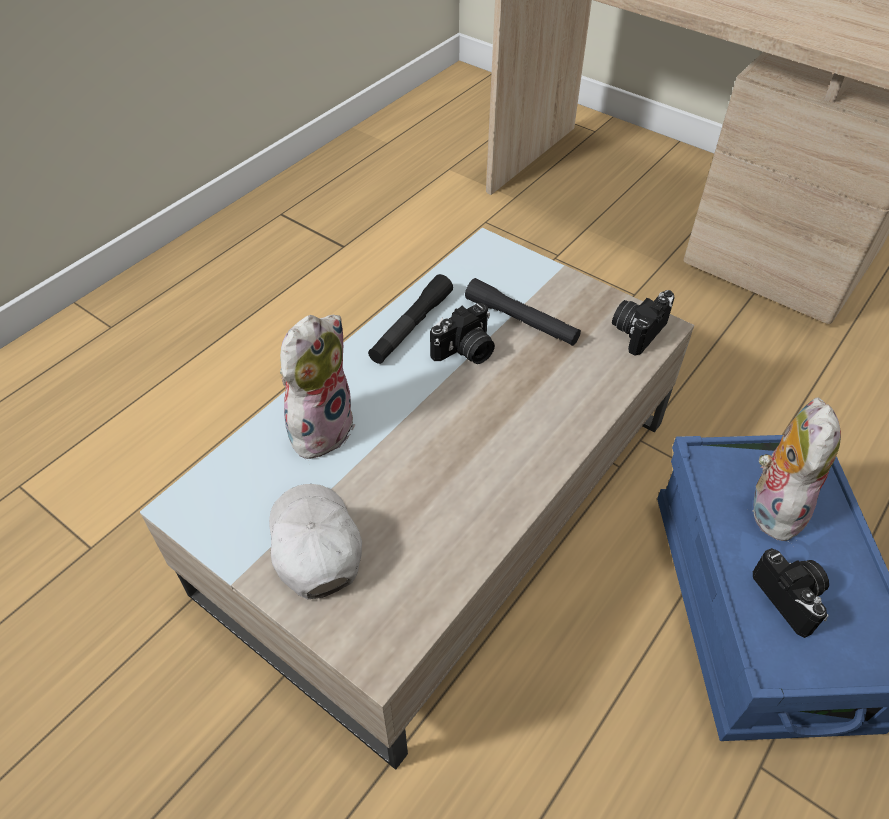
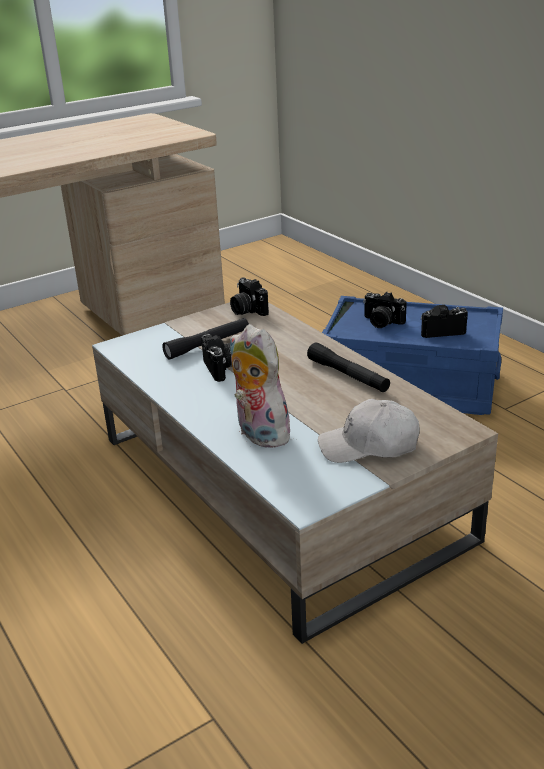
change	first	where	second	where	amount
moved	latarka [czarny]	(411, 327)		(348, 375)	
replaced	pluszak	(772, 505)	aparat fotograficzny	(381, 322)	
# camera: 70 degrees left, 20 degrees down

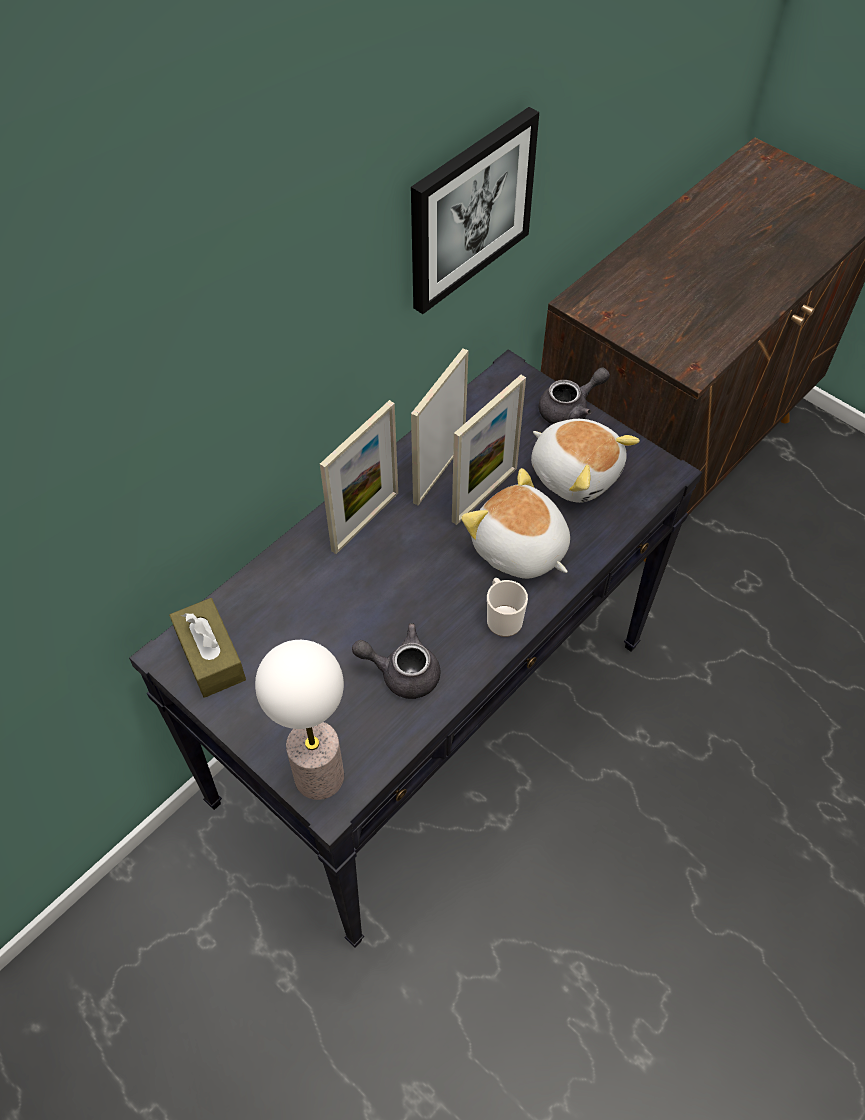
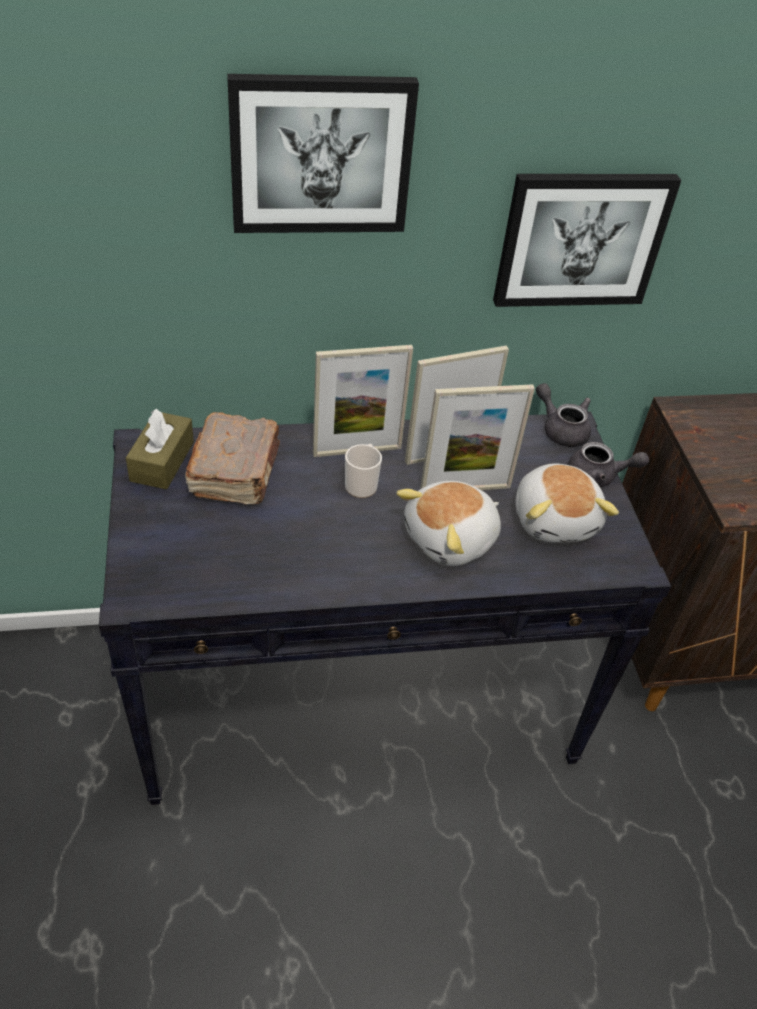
change	first	where	second	where	amount
removed	lampa stołowa	(319, 777)			
added			książka [brązowy]	(236, 472)	
added			obraz	(320, 154)	
moved	imbryk [szary]	(402, 672)		(561, 429)	
moved	kubek	(502, 618)		(362, 484)	
turned	pluszak	(519, 549)		(451, 539)	120 degrees counterclockwise
# camera: 35 degrees right, 10 degrees down

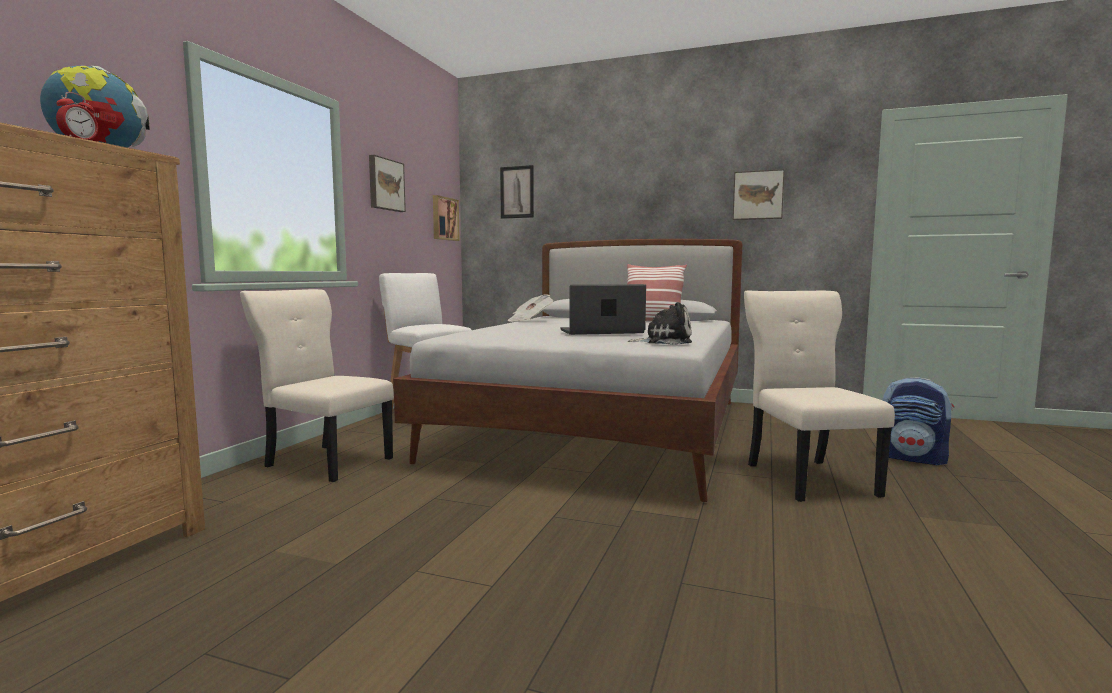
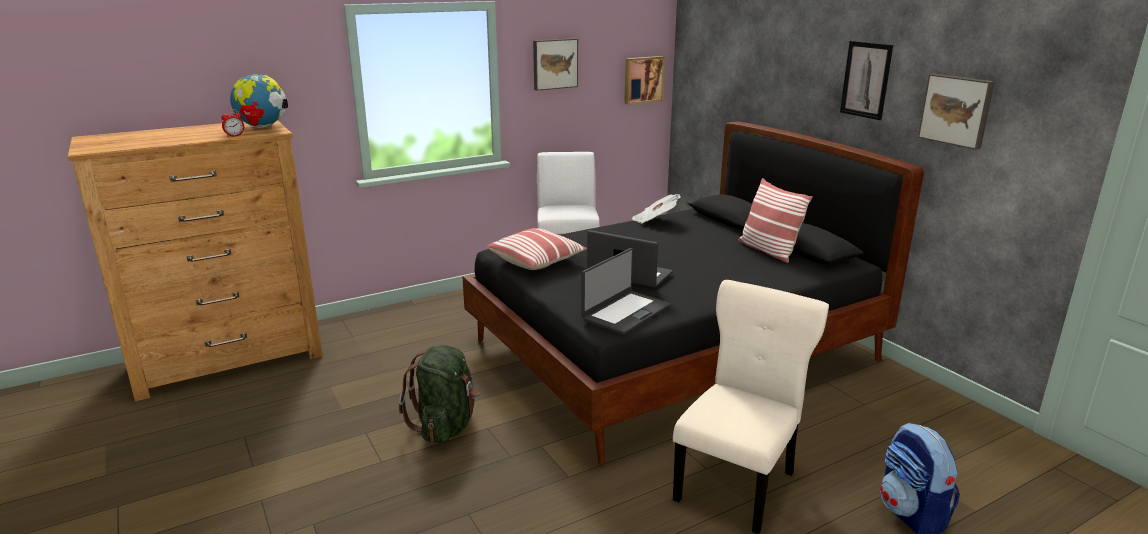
change	first	where	second	where	amount
removed	krzesło [beżowy]	(326, 462)			
added			plecak [zielony]	(445, 426)	
added			poduszka	(537, 261)	
moved	obraz	(517, 192)		(866, 80)	
replaced	pluszak	(664, 341)	laptop	(625, 312)	
recoloured	łóżko [biały]	(601, 429)	łóżko [czarny]	(673, 352)	
# camera: 40 degrees right, 15 degrees up

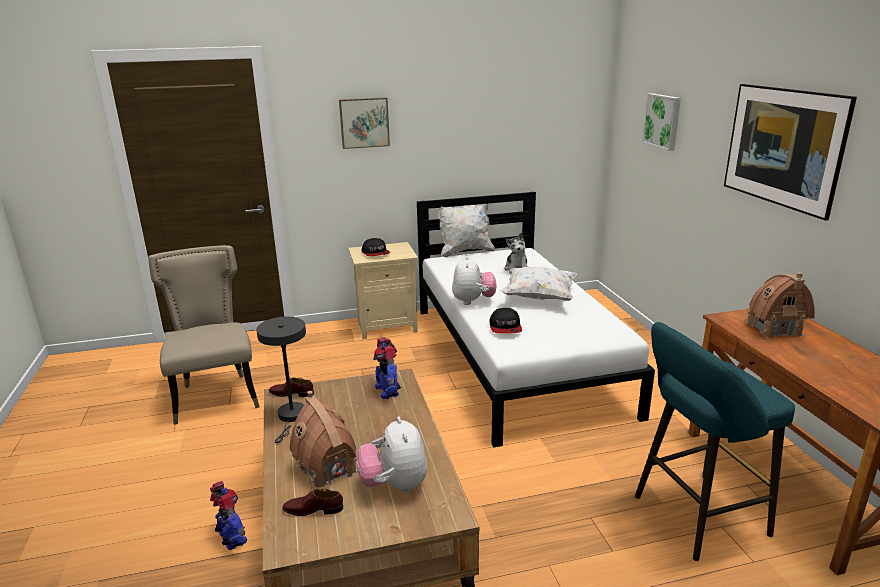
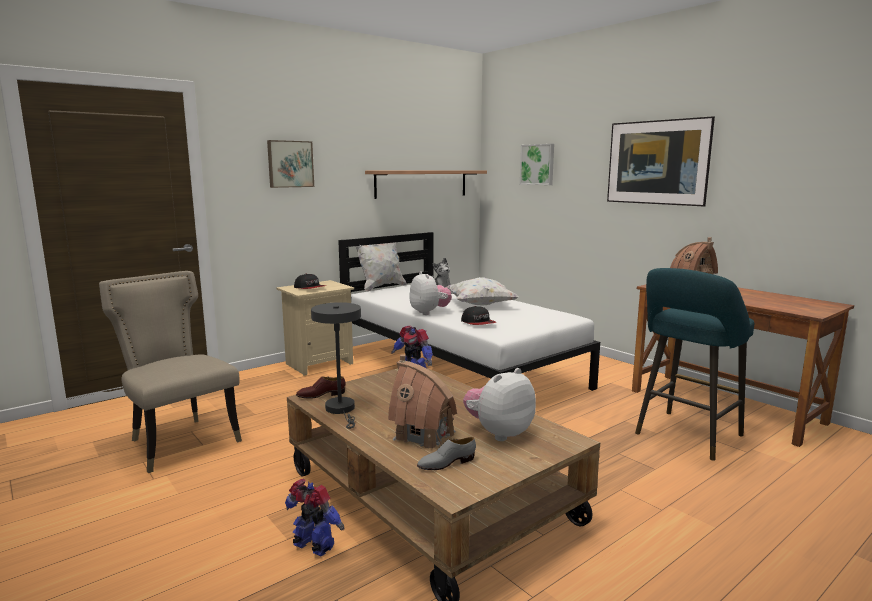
change	first	where	second	where	amount
added			półka	(422, 183)	
recoloured	but [brązowy]	(313, 509)	but [szary]	(446, 463)	
turned	pluszak	(394, 485)		(499, 433)	90 degrees clockwise
# camera: 25 degrees left, 10 degrees down

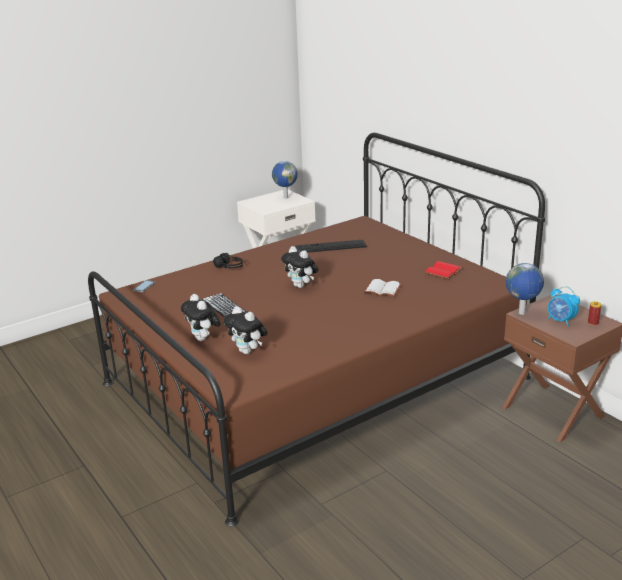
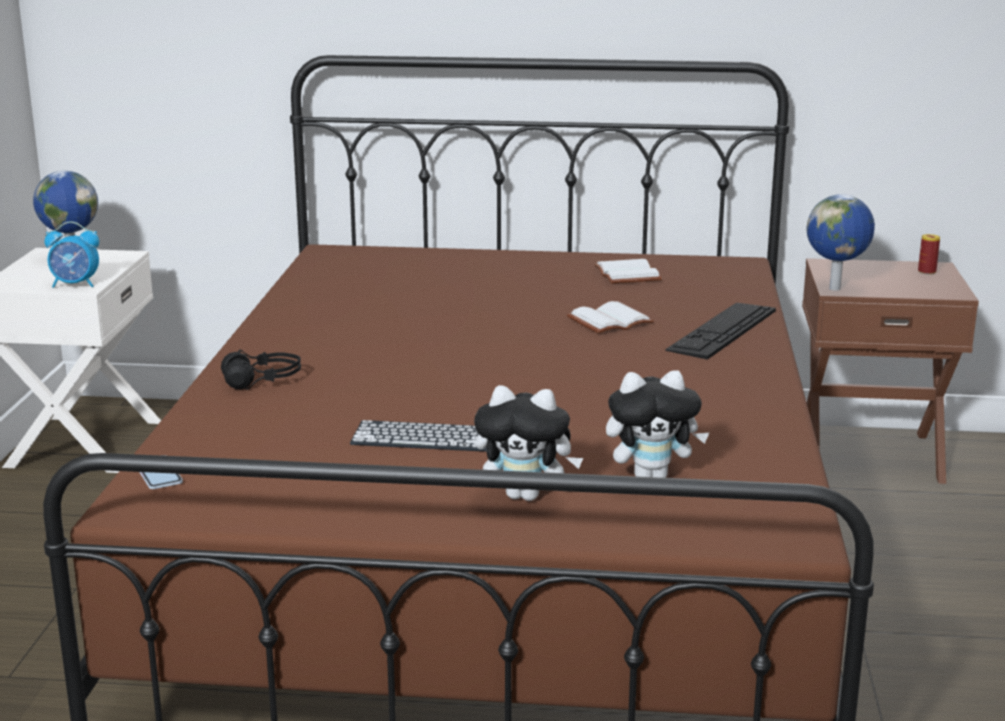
change	first	where	second	where	amount
removed	pluszak	(301, 286)			
moved	klawiatura	(330, 246)		(722, 330)	
moved	budzik	(561, 321)		(75, 285)	
recoloured	książka [czerwony]	(444, 272)	książka [biały]	(629, 274)	
# camera: 50 degrees left, 5 degrees down

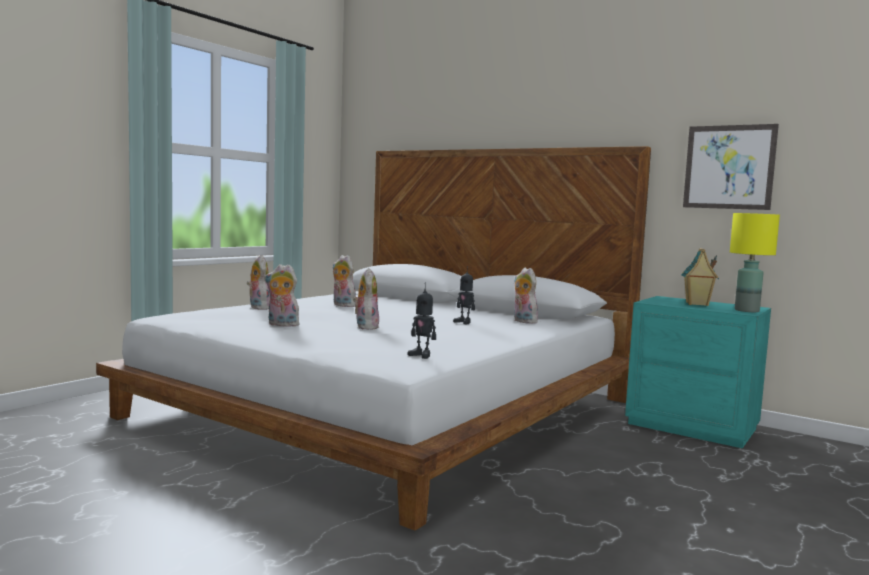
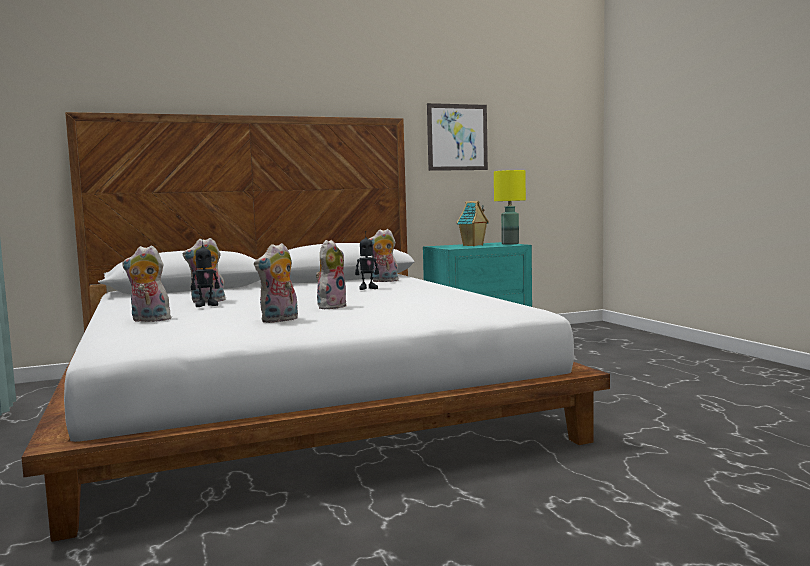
change	first	where	second	where	amount
moved	robot zabawkowy	(421, 355)		(206, 305)	
turned	pluszak	(365, 327)		(331, 306)	90 degrees clockwise
# camera: 55 degrees left, 0 degrees up

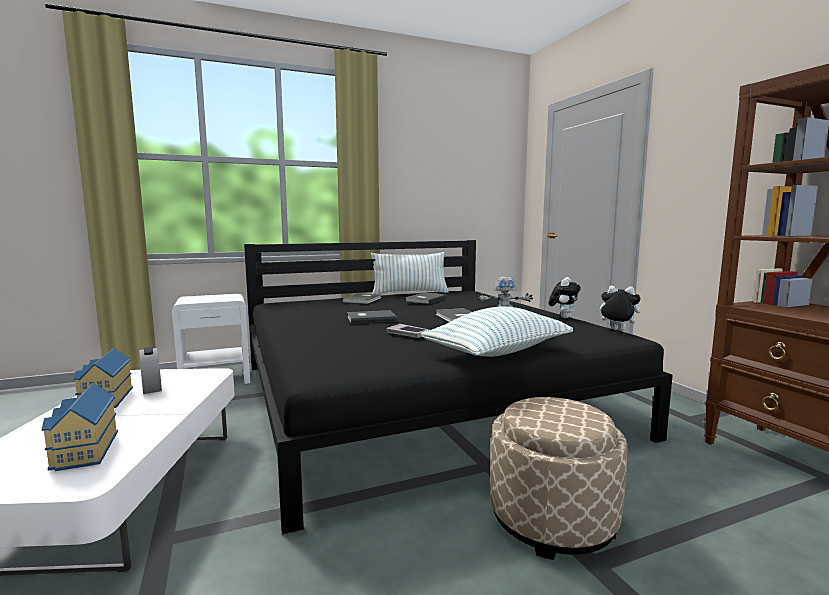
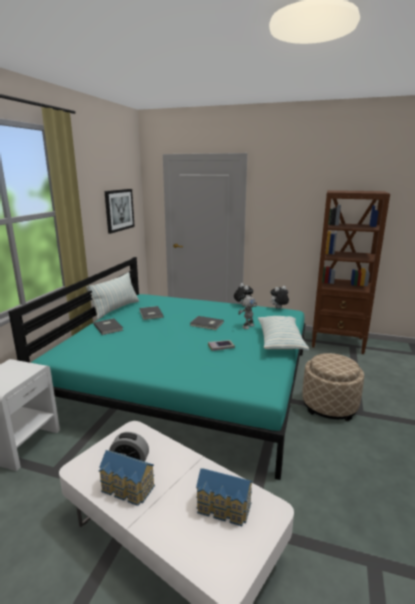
change	first	where	second	where	amount
removed	książka [szary]	(370, 318)			
added			obraz	(119, 210)	
recoloured	łóżko [czarny]	(419, 397)	łóżko [turkusowy]	(186, 380)	
# camera: 50 degrees left, 10 degrees up

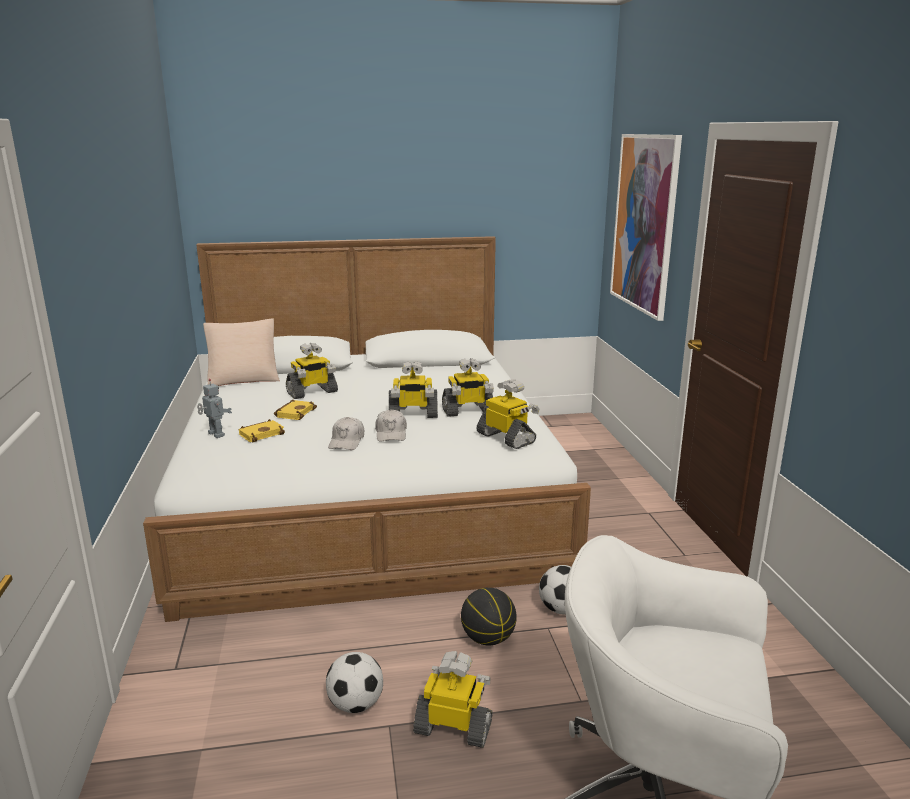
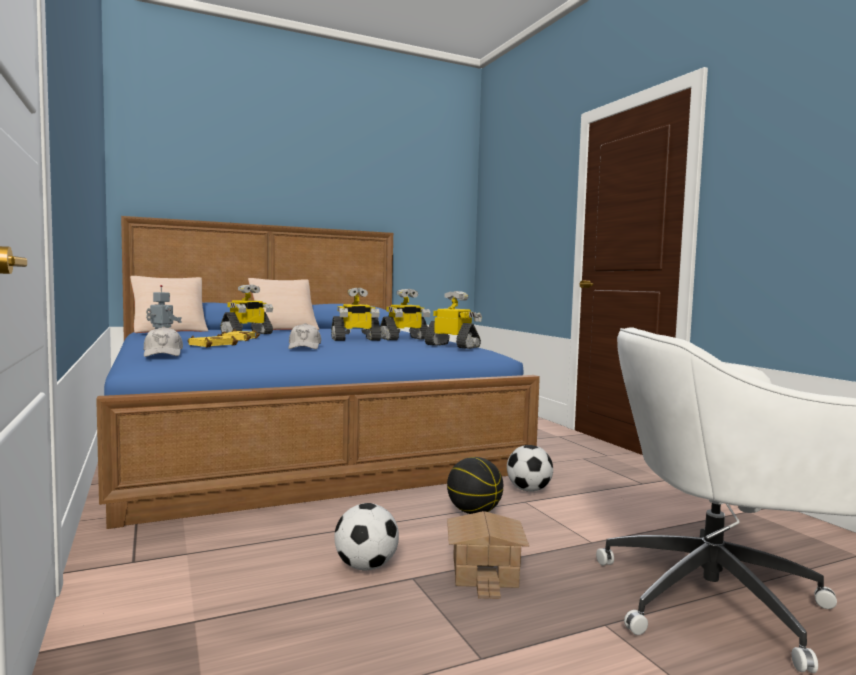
change	first	where	second	where	amount
removed	obraz	(644, 223)			
added			poduszka [beżowy]	(283, 329)	
moved	czapka z daszkiem [biały]	(391, 433)		(163, 354)	
replaced	robot zabawkowy	(454, 727)	domek	(482, 571)	
recoloured	łóżko [biały]	(367, 494)	łóżko [niebieski]	(298, 438)	
# camera: 15 degrees left, 15 degrees down

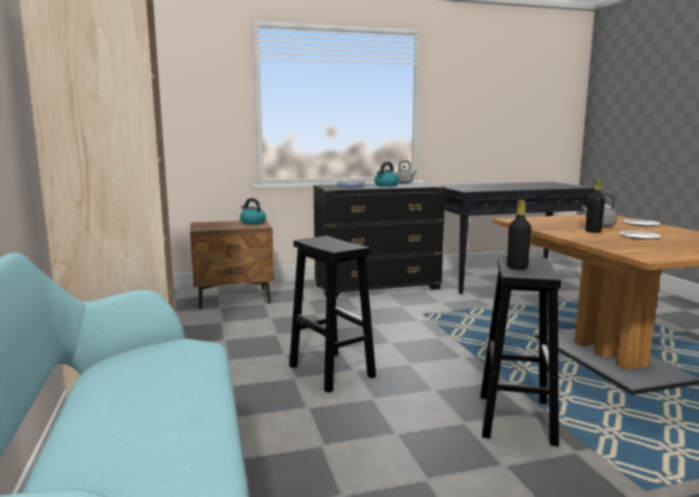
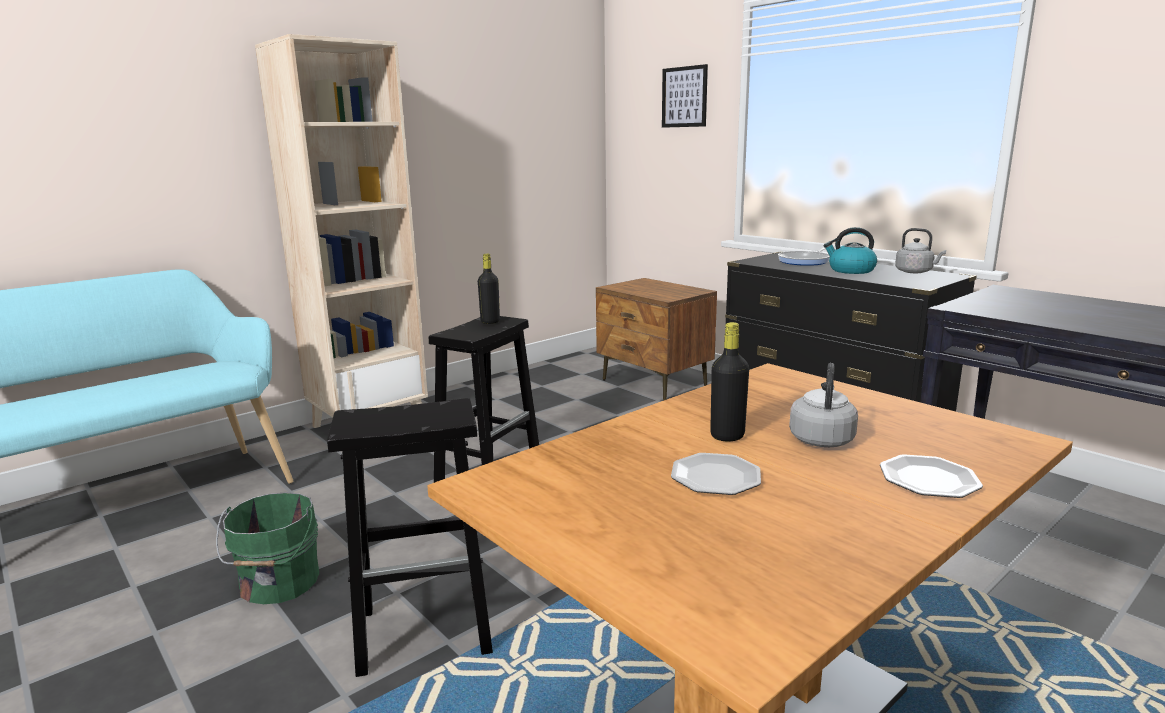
change	first	where	second	where	amount
removed	czajnik	(252, 222)			
added			wiadro [zielony]	(278, 584)	
added			obraz	(684, 97)	
moved	butelka [czarny]	(517, 268)		(490, 322)	
# camera: 65 degrees right, 5 degrees up

